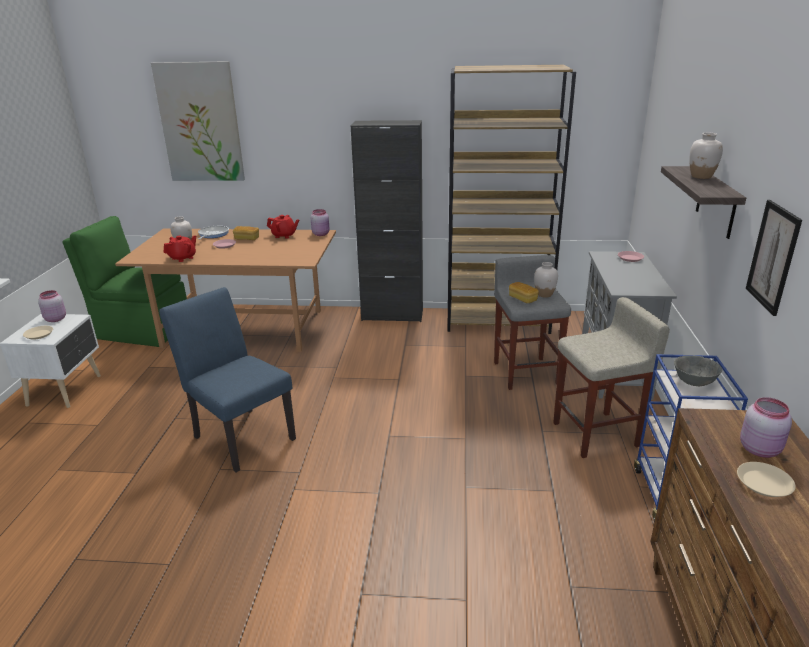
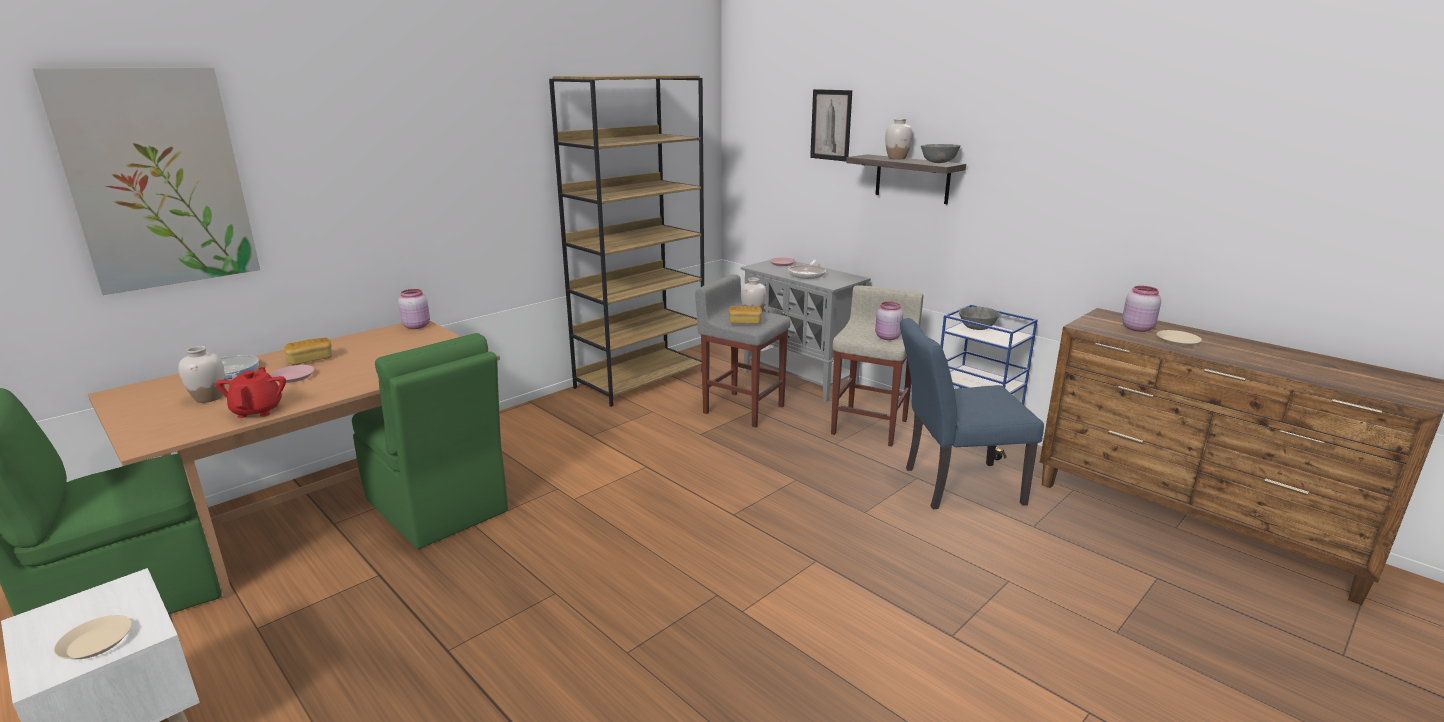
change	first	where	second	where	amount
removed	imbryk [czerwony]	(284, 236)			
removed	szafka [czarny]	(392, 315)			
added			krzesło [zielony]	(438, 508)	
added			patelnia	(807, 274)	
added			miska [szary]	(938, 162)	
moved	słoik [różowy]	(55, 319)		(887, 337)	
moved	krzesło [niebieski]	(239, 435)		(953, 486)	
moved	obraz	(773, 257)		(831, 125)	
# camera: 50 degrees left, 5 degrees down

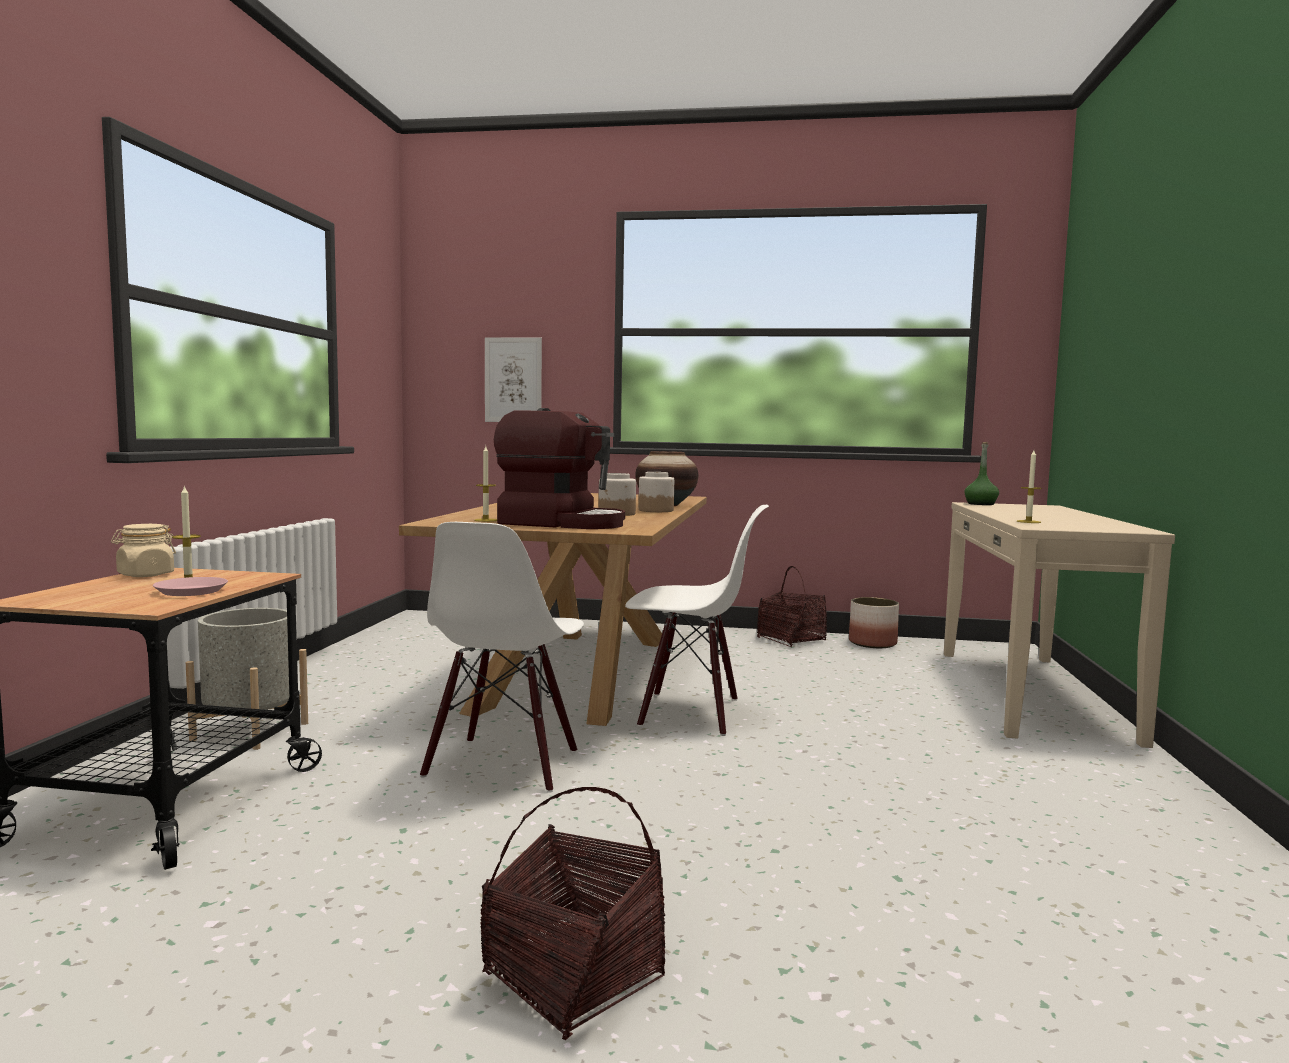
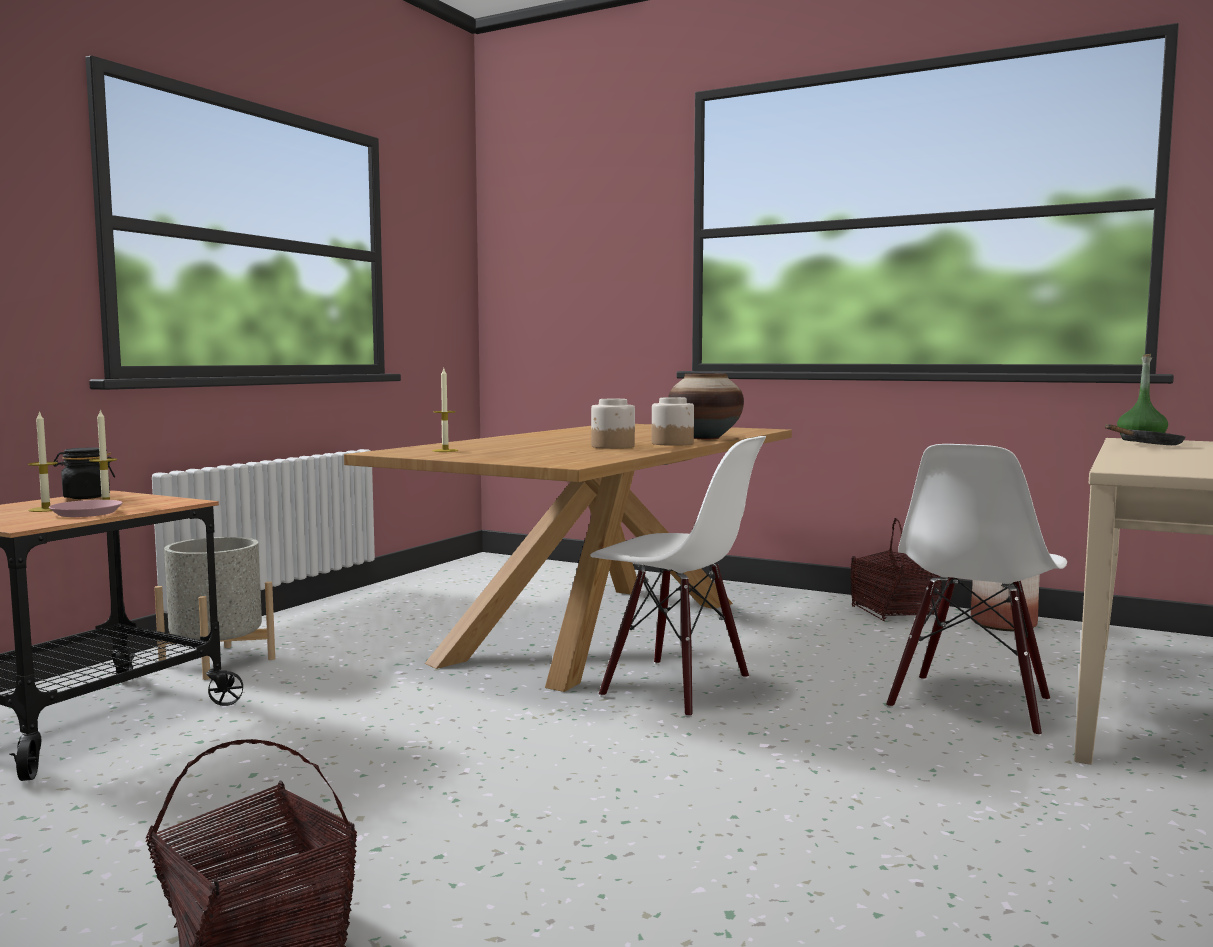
change	first	where	second	where	amount
removed	obraz	(513, 380)			
removed	ekspres do kawy	(562, 523)			
added			patelnia [czarny]	(1147, 445)	
moved	krzesło [biały]	(504, 764)		(971, 704)	
moved	świeca	(1028, 522)		(46, 509)	
recoloured	słoik [beżowy]	(145, 575)	słoik [czarny]	(86, 497)	
# camera: 20 degrees right, 0 degrees up

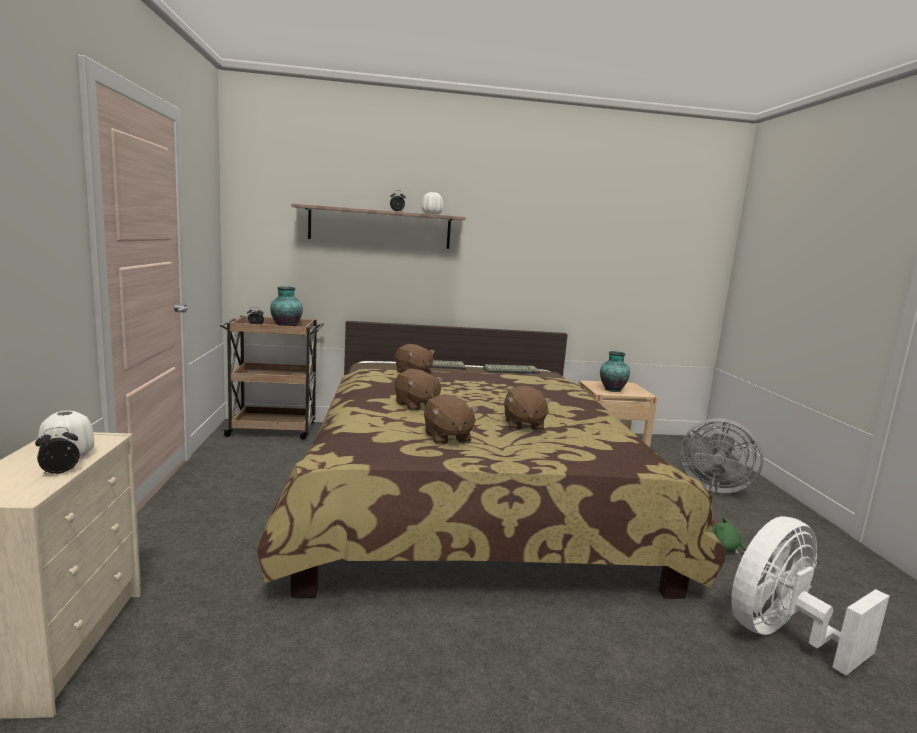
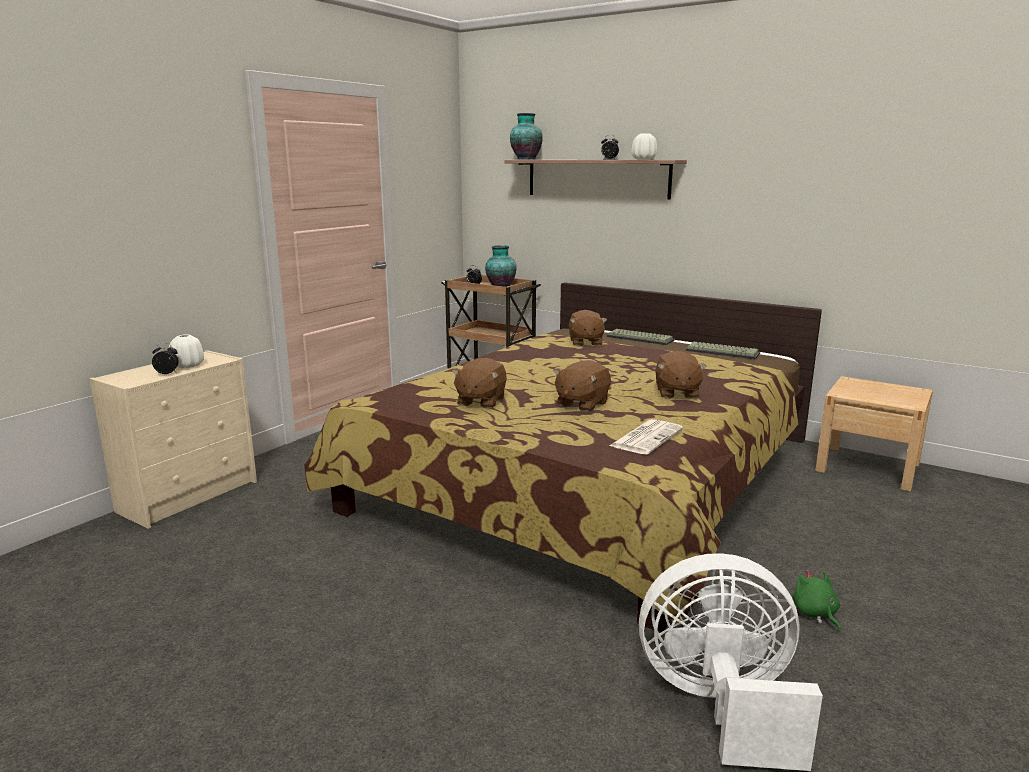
change	first	where	second	where	amount
removed	wentylator [szary]	(712, 486)			
added			gazeta	(646, 437)	
moved	pluszak [brązowy]	(416, 405)		(676, 393)	
moved	wazon	(611, 390)		(525, 159)	
# camera: 40 degrees right, 5 degrees up

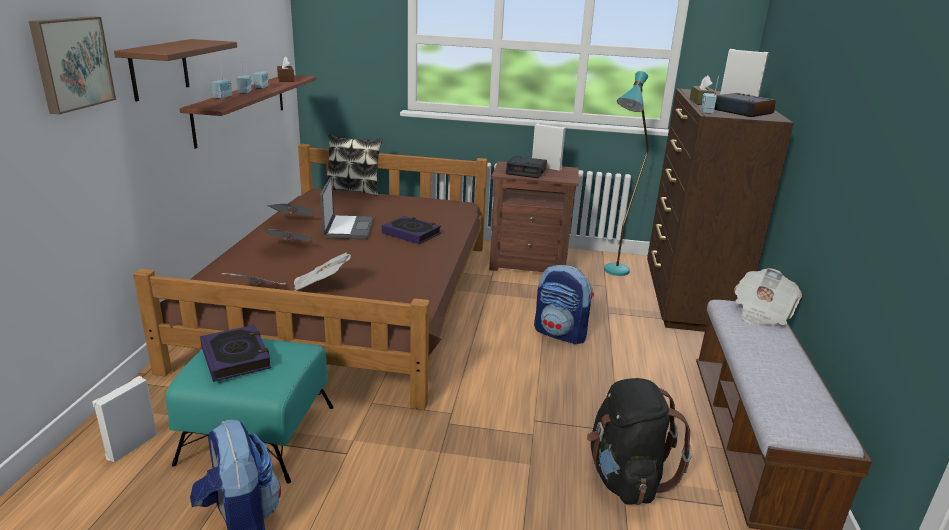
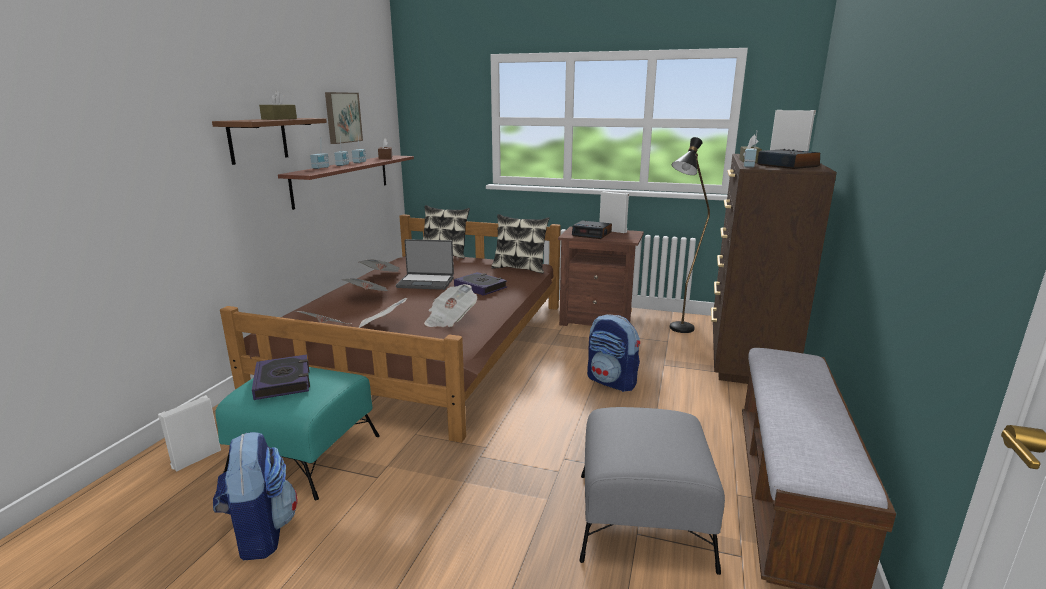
change	first	where	second	where	amount
added			pudełko chusteczek [brązowy]	(279, 119)	
added			poduszka	(520, 268)	
moved	obraz	(71, 63)		(342, 117)	
moved	gazeta	(761, 313)		(450, 320)	
replaced	plecak [czarny]	(625, 478)	pufa [szary]	(642, 520)	
recoloured	lampa stojąca [turkusowy]	(613, 274)	lampa stojąca [czarny]	(677, 331)	
turned	laptop	(347, 228)		(426, 282)	90 degrees clockwise
# camera: 10 degrees right, 5 degrees down

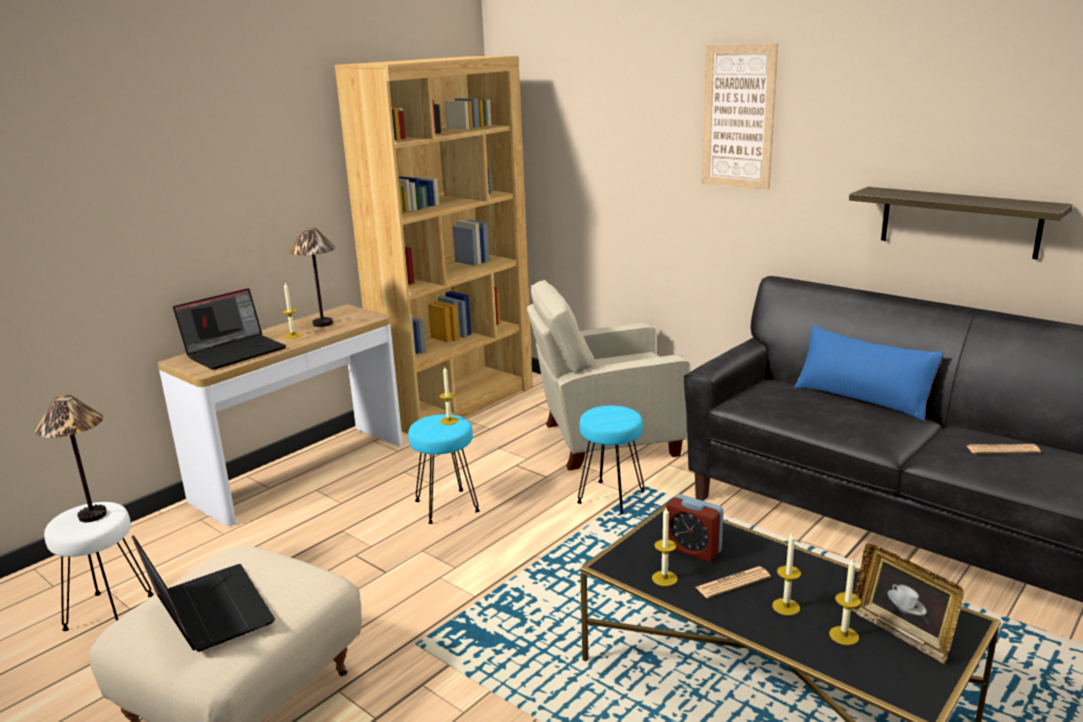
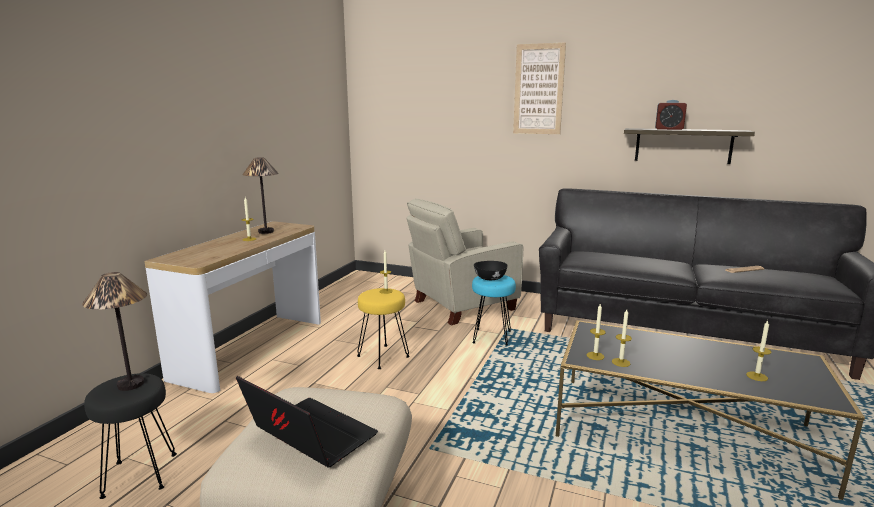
change	first	where	second	where	amount
removed	laptop	(235, 351)			
removed	regał [brązowy]	(457, 403)			
removed	gazeta	(733, 583)			
removed	poduszka [niebieski]	(862, 398)			
removed	ramka na zdjęcie	(901, 632)			
added			miska [czarny]	(489, 278)	
moved	budzik	(693, 549)		(669, 129)	
moved	świeca	(786, 607)		(595, 356)	
recoloured	stołek [biały]	(110, 611)	stołek [czarny]	(140, 474)	
recoloured	stołek [turkusowy]	(446, 507)	stołek [żółty]	(383, 357)	
# camera: 20 degrees left, 5 degrees down

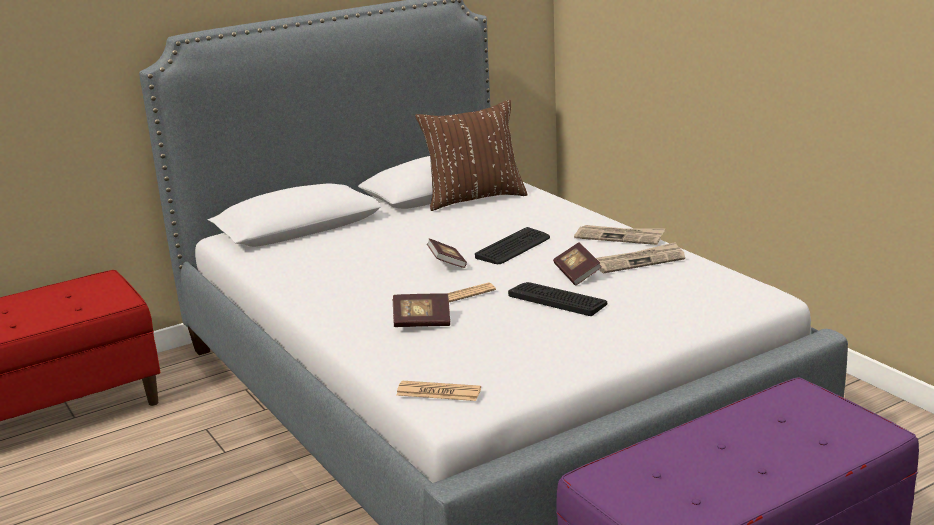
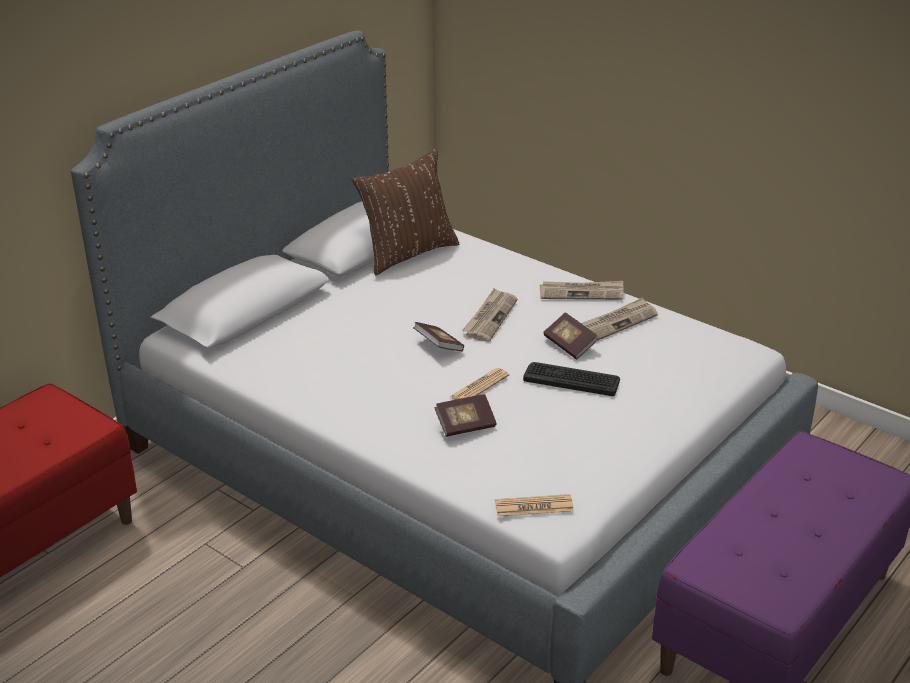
change	first	where	second	where	amount
replaced	klawiatura	(513, 247)	gazeta	(490, 317)	
# camera: 20 degrees left, 10 degrees up

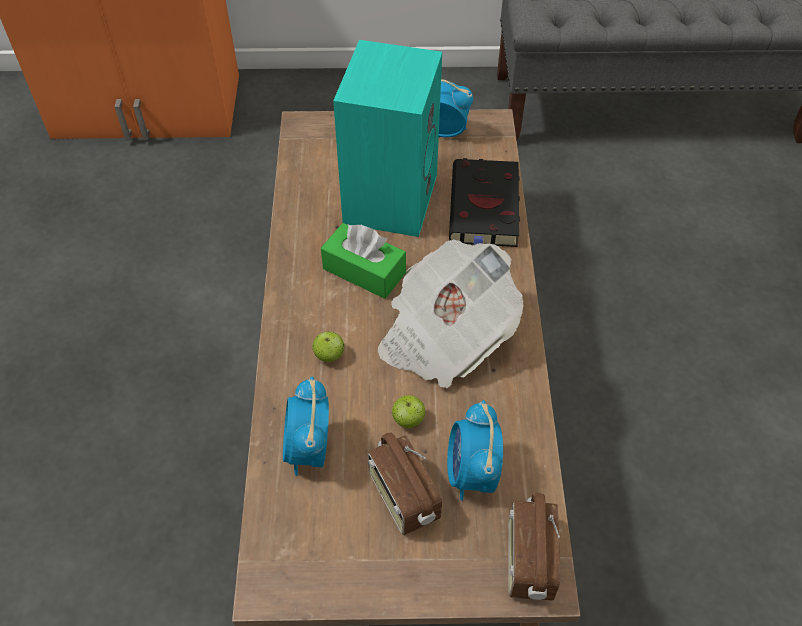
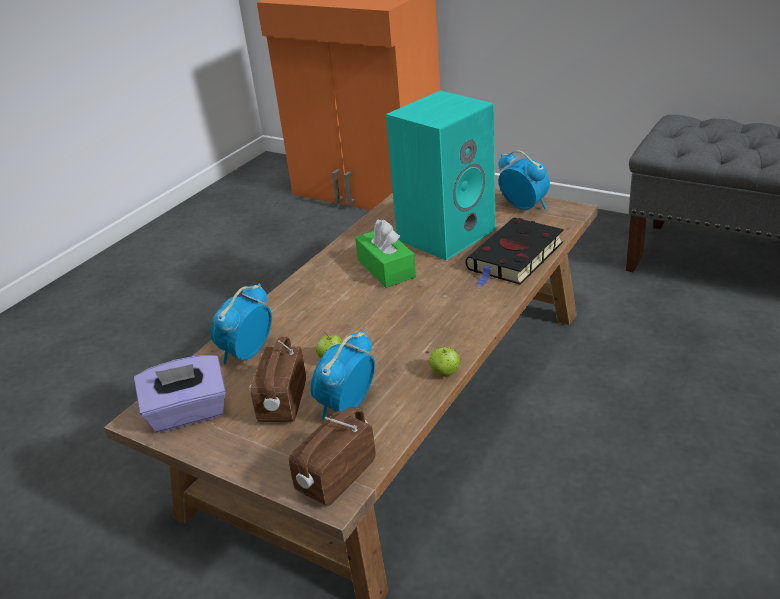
change	first	where	second	where	amount
removed	gazeta	(444, 335)			
added			pudełko chusteczek [fioletowy]	(188, 413)	
moved	jabłko	(329, 355)		(445, 373)	
# camera: 35 degrees right, 20 degrees down

